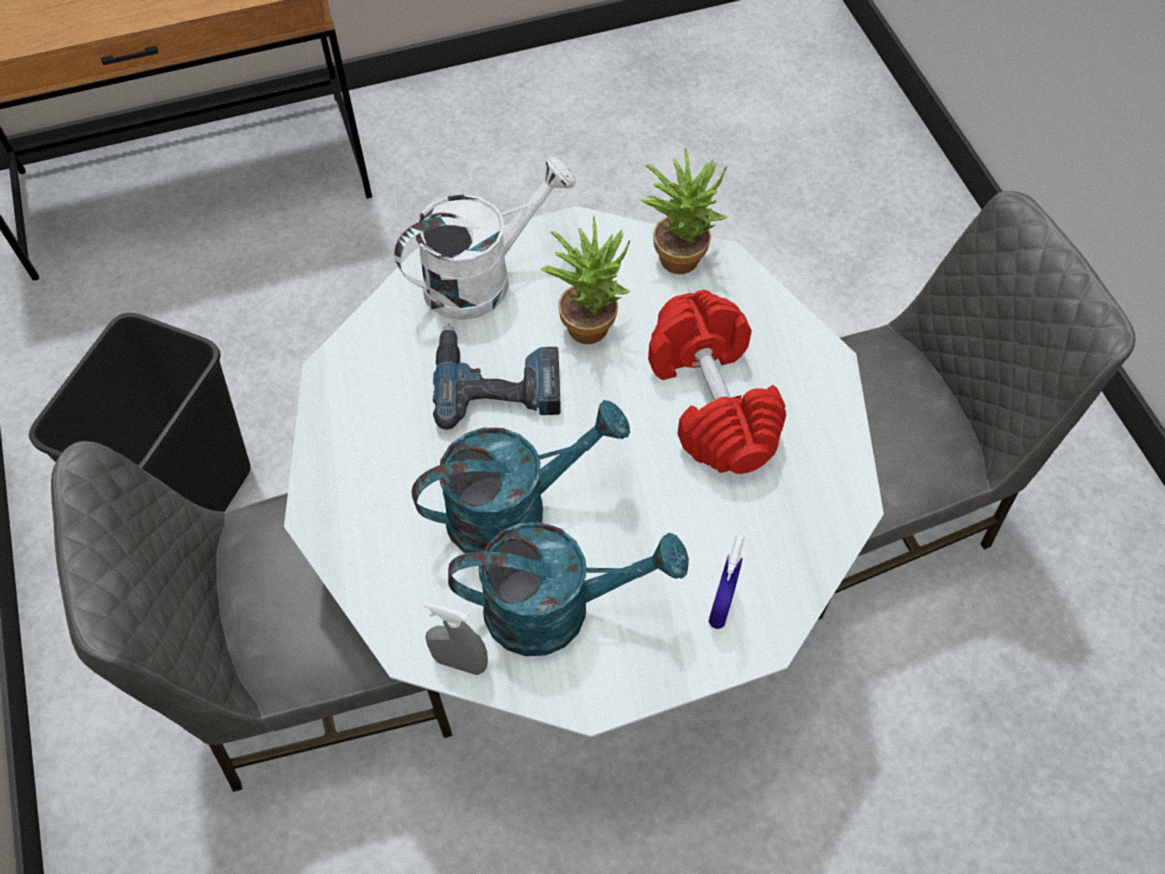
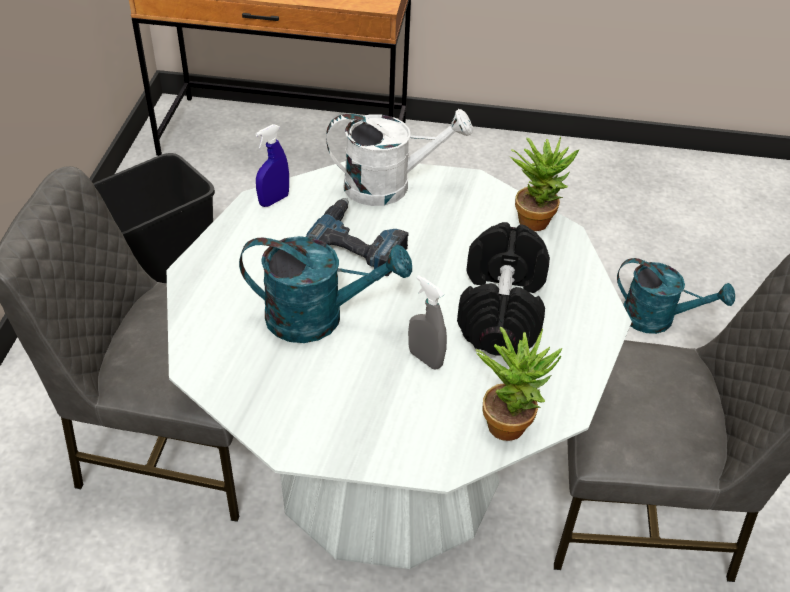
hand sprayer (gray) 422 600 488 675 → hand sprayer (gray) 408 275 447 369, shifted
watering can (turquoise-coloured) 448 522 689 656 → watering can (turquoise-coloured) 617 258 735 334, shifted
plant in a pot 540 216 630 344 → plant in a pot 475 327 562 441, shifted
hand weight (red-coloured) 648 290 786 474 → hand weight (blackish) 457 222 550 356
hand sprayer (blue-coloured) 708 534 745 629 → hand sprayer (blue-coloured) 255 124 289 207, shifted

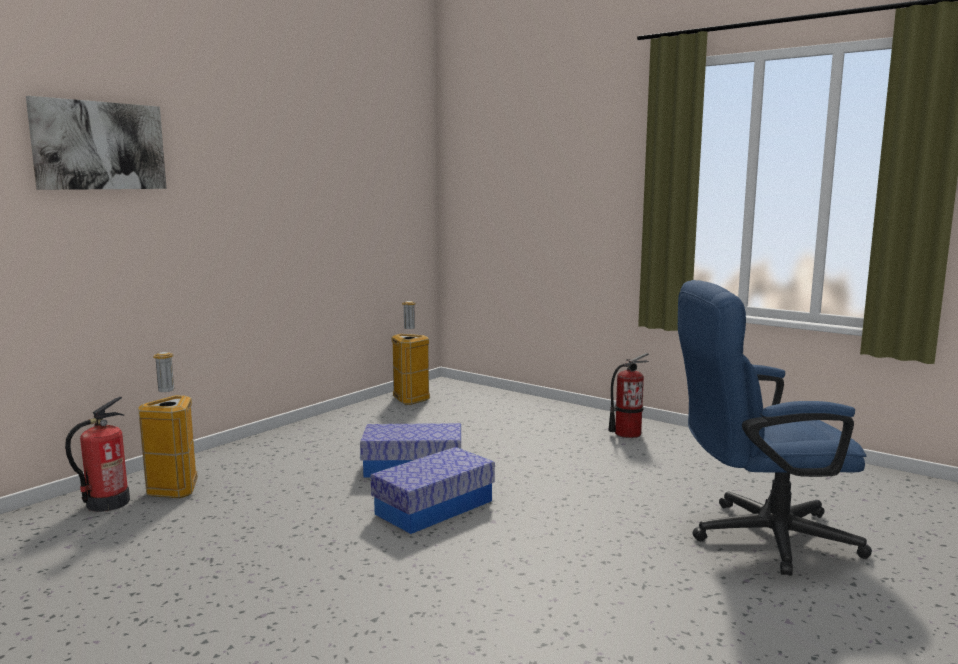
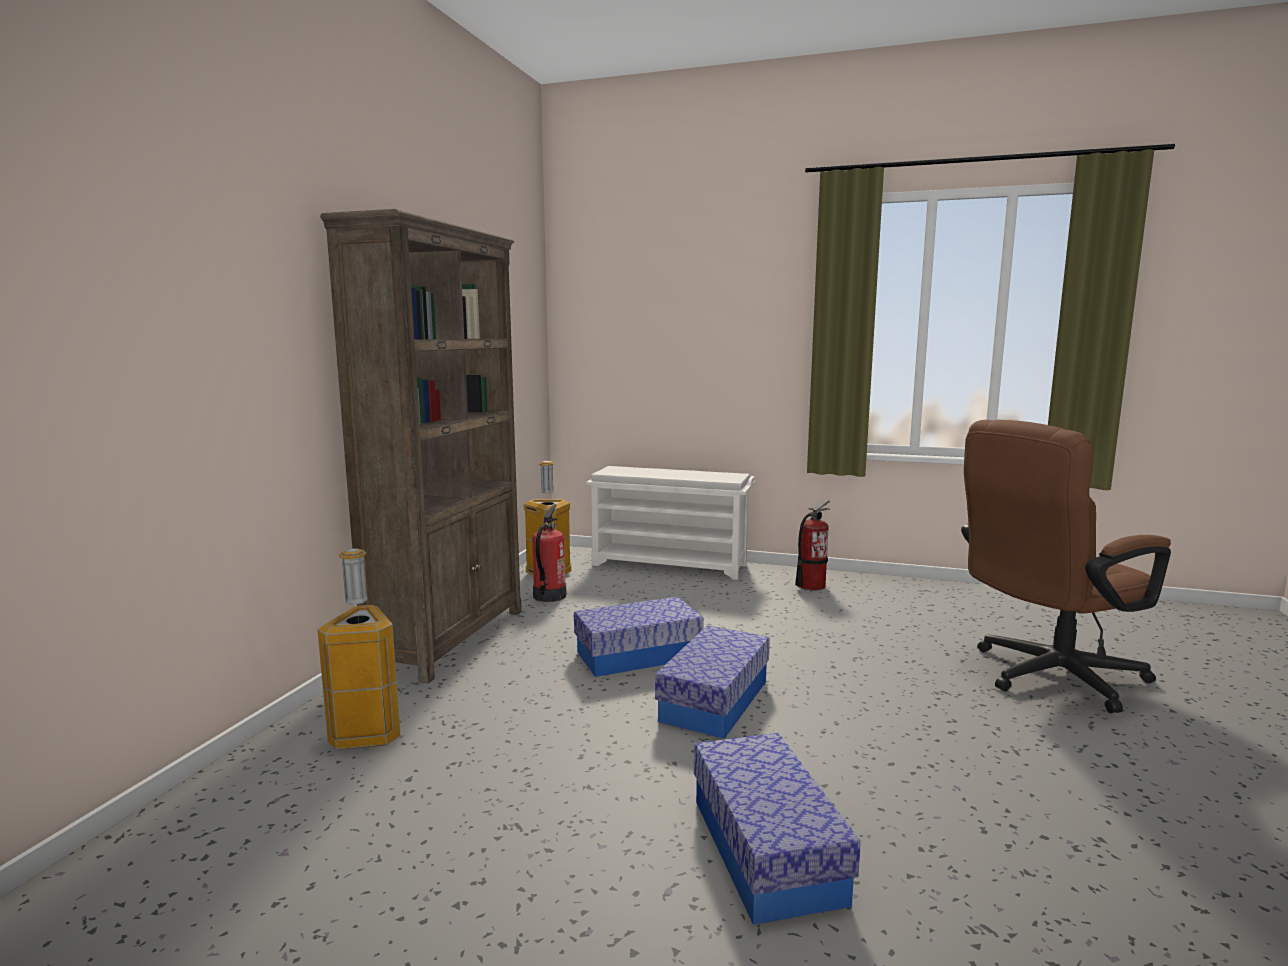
picture 26 96 167 190 → -
fire extinguisher 65 397 130 512 → fire extinguisher 532 504 566 602, shifted
desk chair (blue-coloured) 678 280 872 576 → desk chair (brownish) 961 420 1171 713
- → shelving unit (brownish) 320 209 522 684
- → shoe rack (white-coloured) 586 466 755 580
- → storage container 694 733 861 925

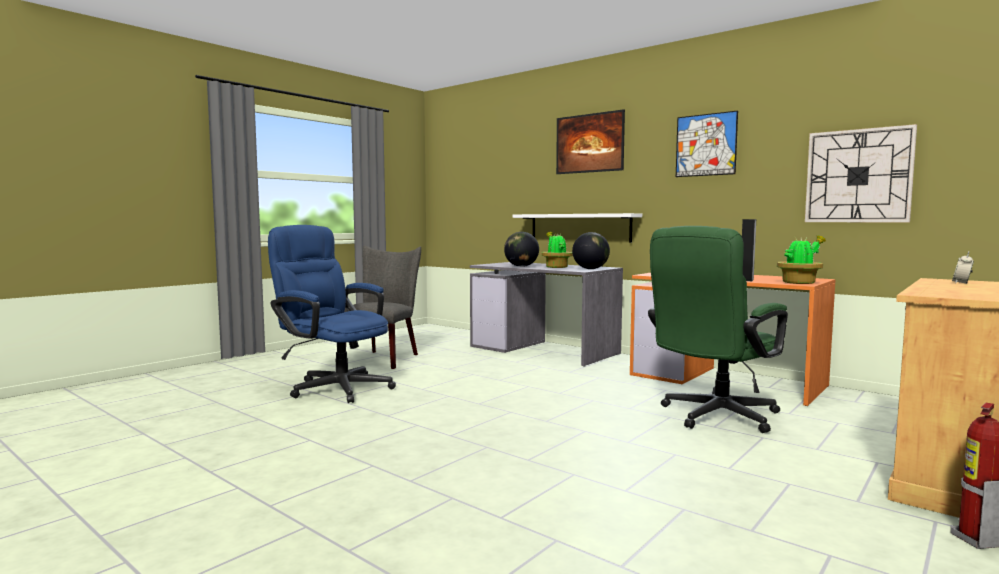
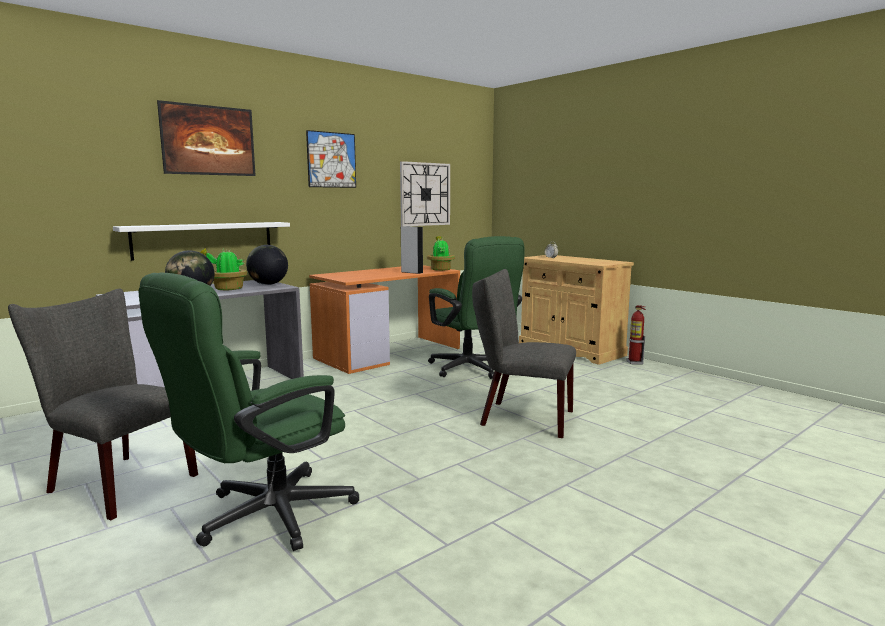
desk chair (blue-coloured) 268 225 396 403 → desk chair (greenish) 139 272 359 551
- → upright chair (gray) 472 269 576 438

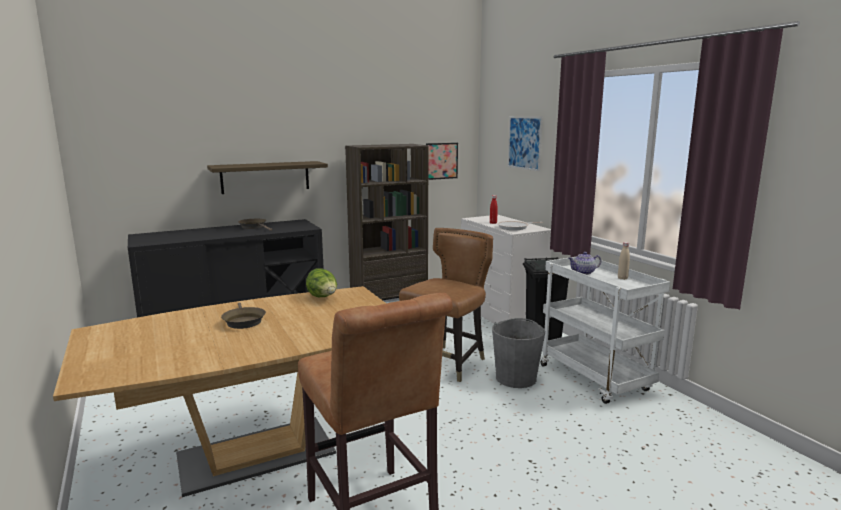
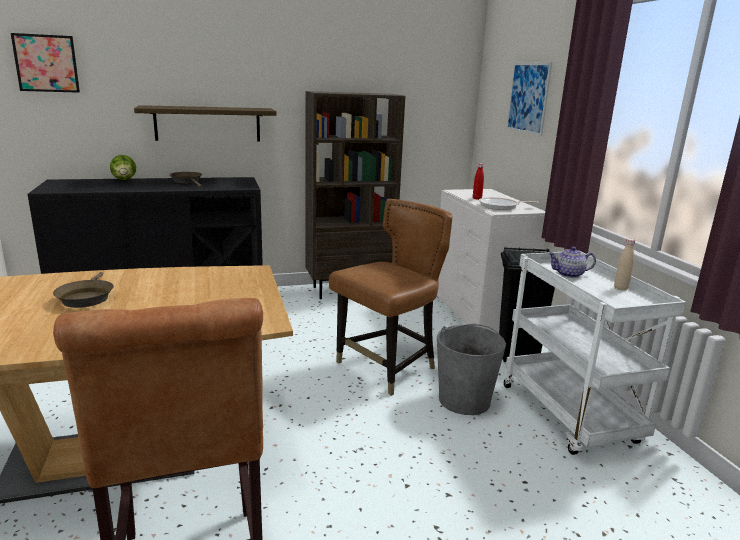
head of lettuce 306 268 337 297 → head of lettuce 110 155 136 180, shifted
picture 426 143 458 180 → picture 11 33 80 93, shifted

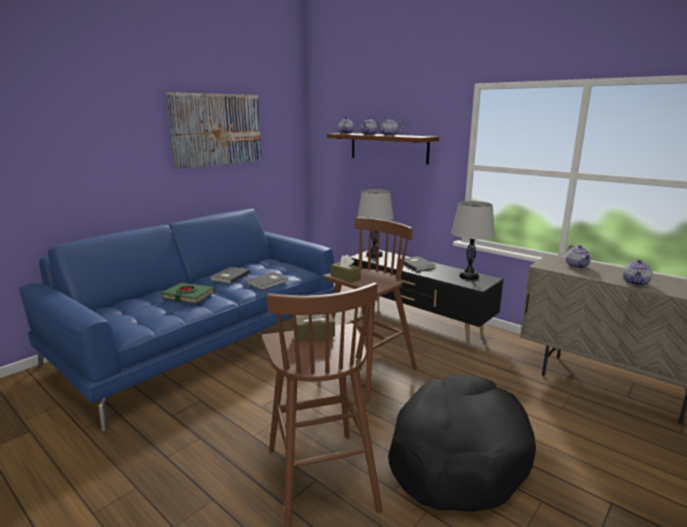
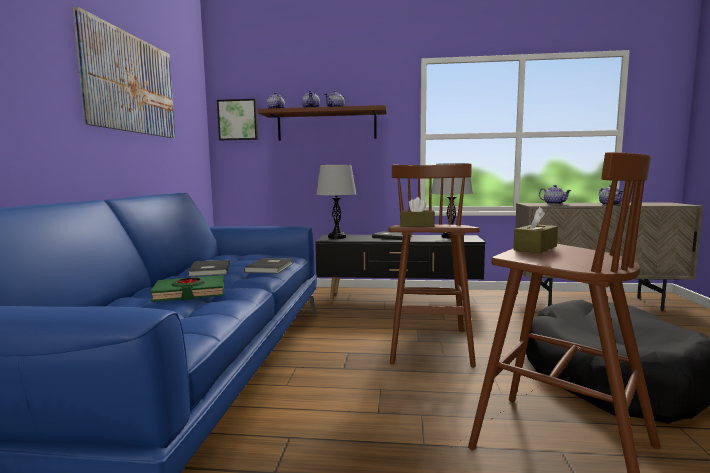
- → picture 217 99 258 140

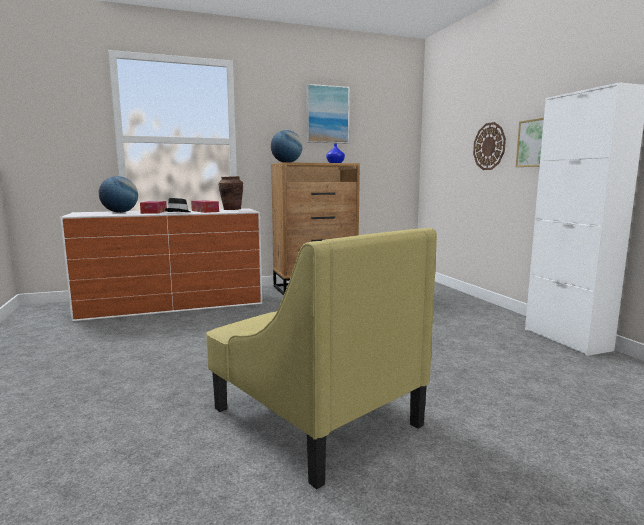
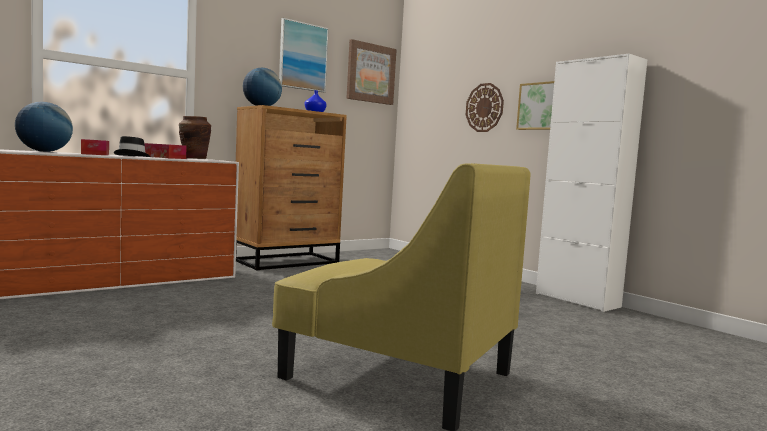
- → picture 346 39 397 105

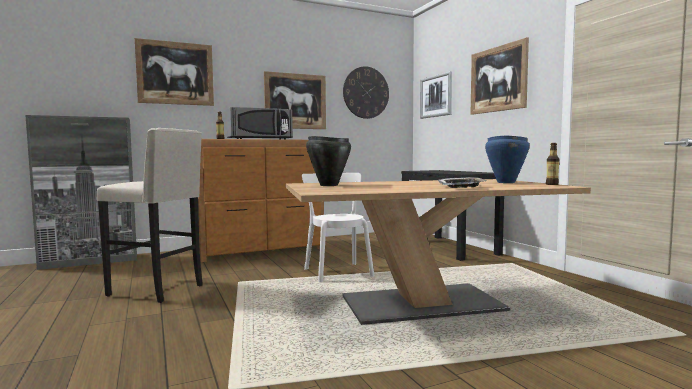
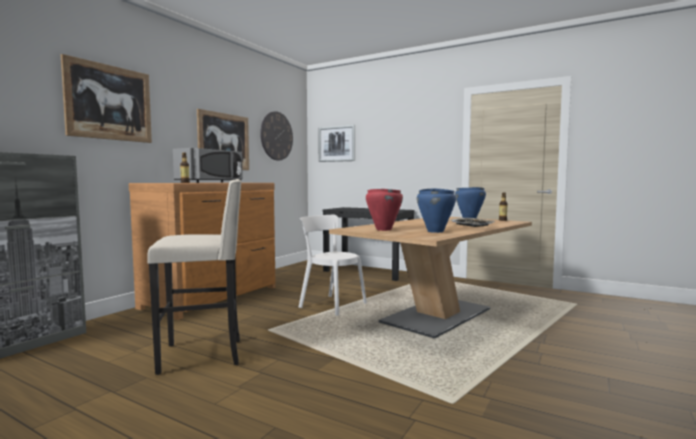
cooking pot (blackish) 306 136 351 186 → cooking pot (red-coloured) 366 189 403 231
picture 471 37 529 115 → -
- → cooking pot (blue-coloured) 417 188 456 233

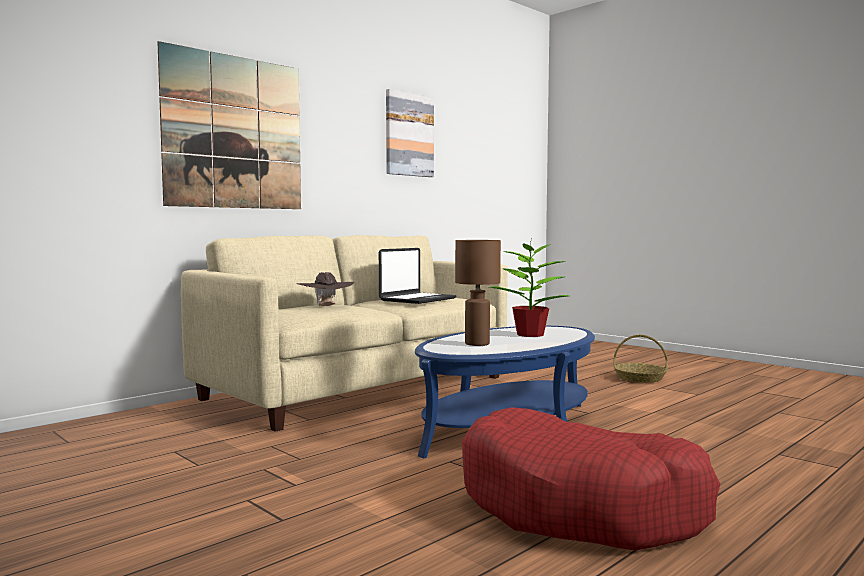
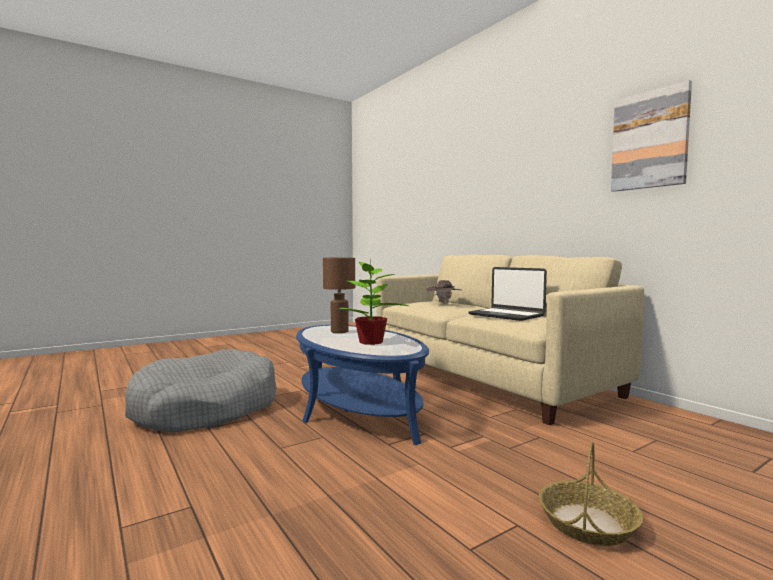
picture 157 41 301 209 → -
pet bed (red-coloured) 462 407 720 550 → pet bed (gray) 125 349 277 432

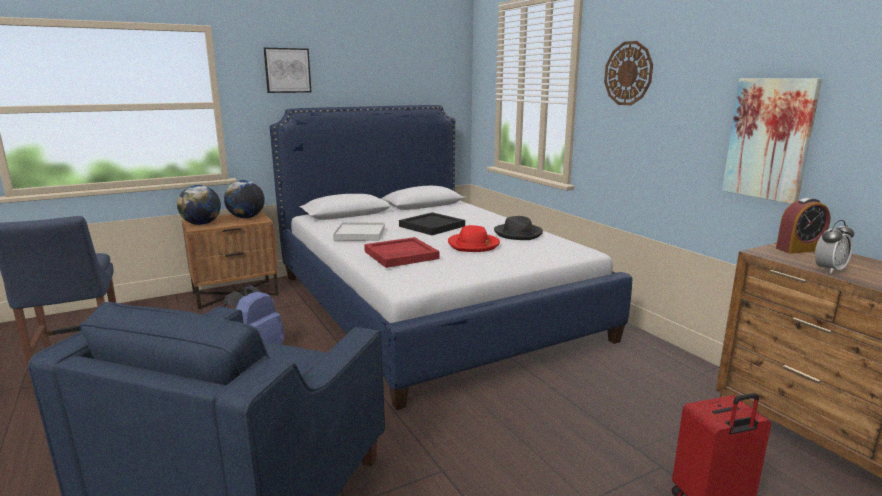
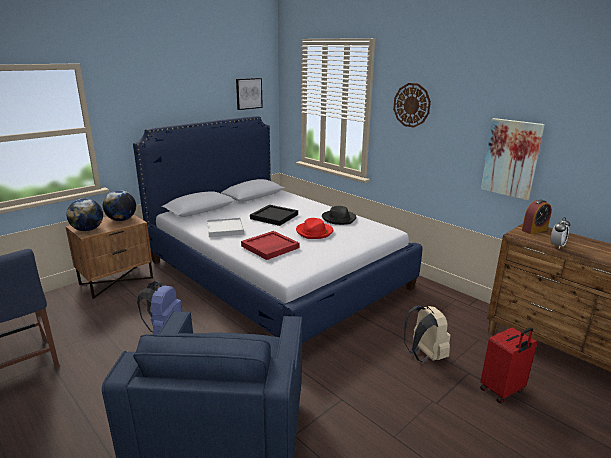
picture 264 48 311 93 → picture 236 78 263 110, shifted
- → backpack (sand-coloured) 404 306 450 362

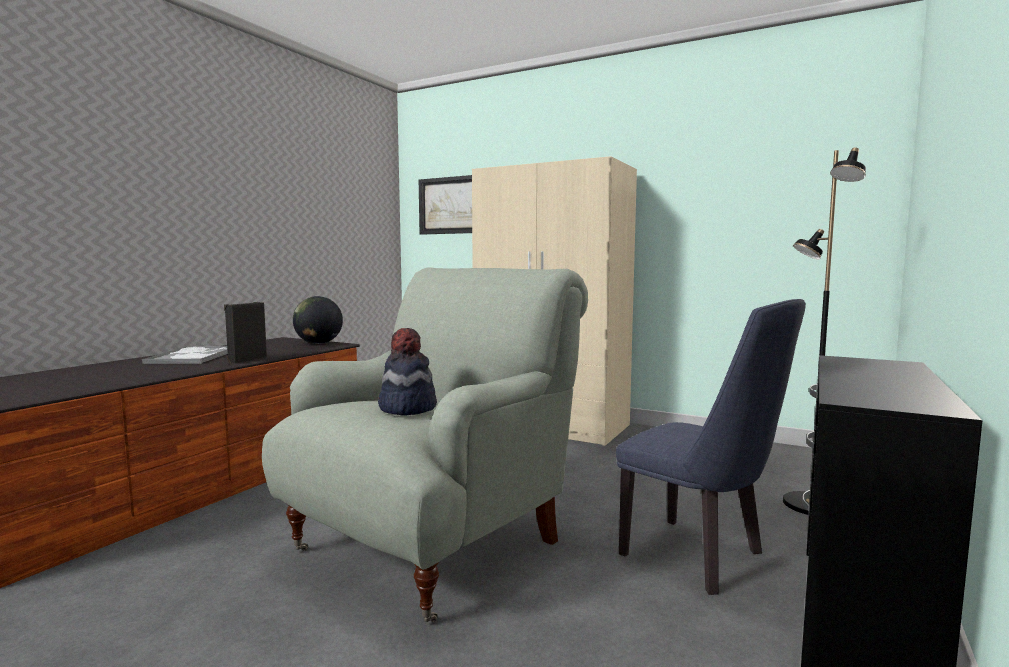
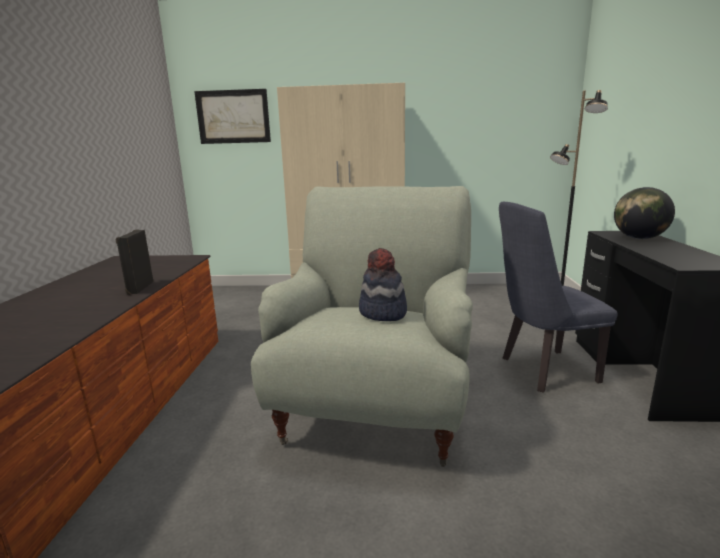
carrying tray 142 346 228 364 → -
globe 293 296 343 344 → globe 614 187 675 239, shifted
upright chair (blue-coloured) 616 299 806 595 → upright chair (blue-coloured) 499 202 618 393, 150 degrees clockwise

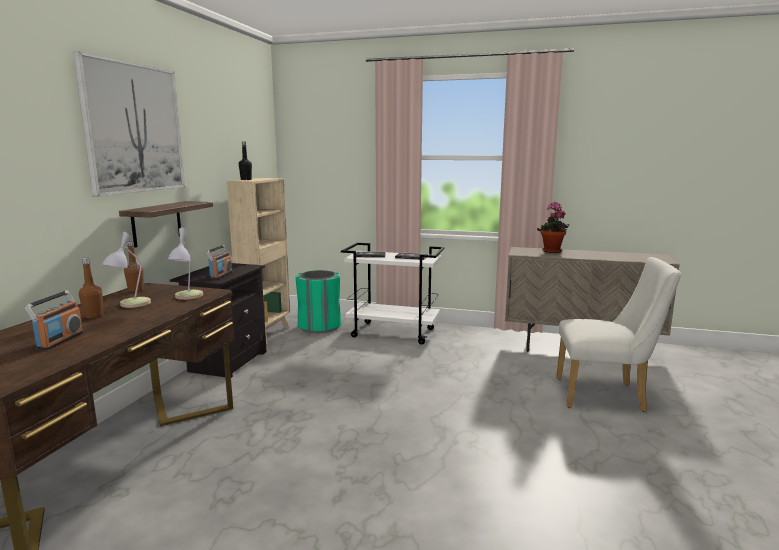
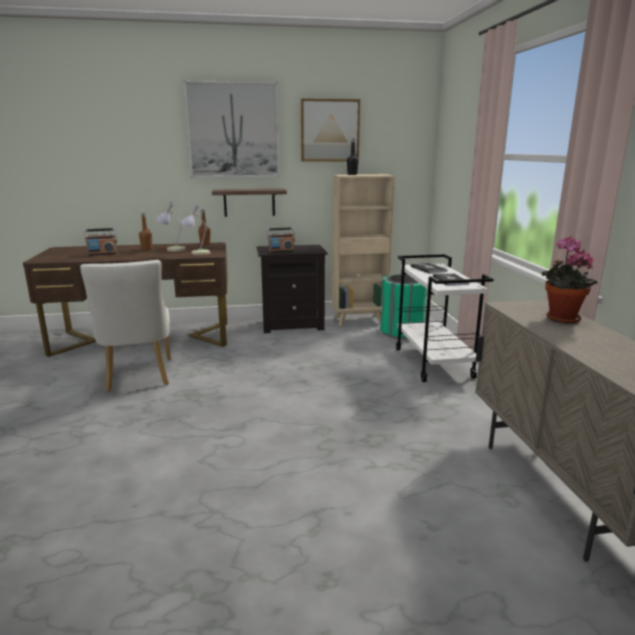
upright chair (white-coloured) 556 257 681 412 → upright chair (white-coloured) 80 260 171 392, shifted
- → picture 301 98 360 162

